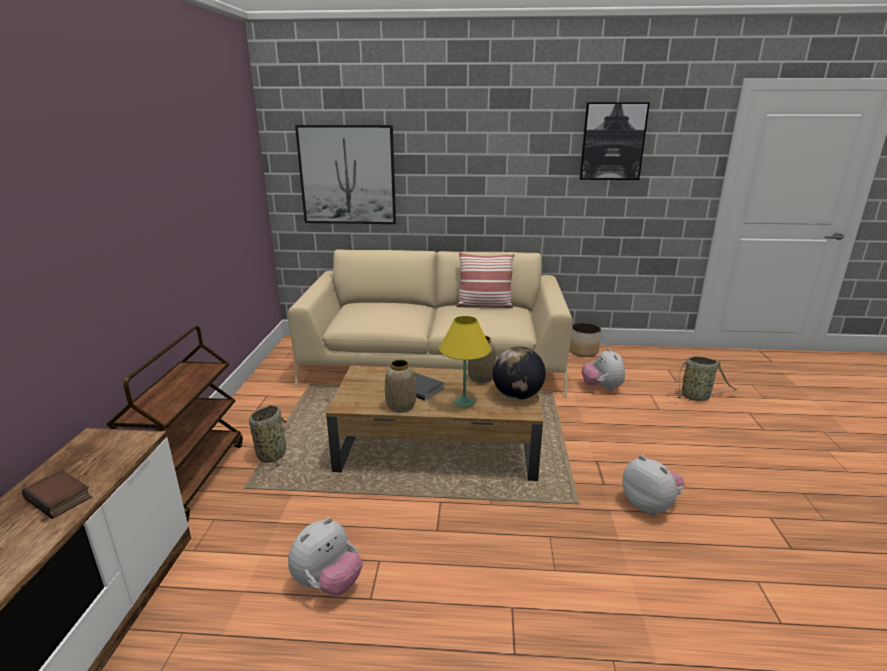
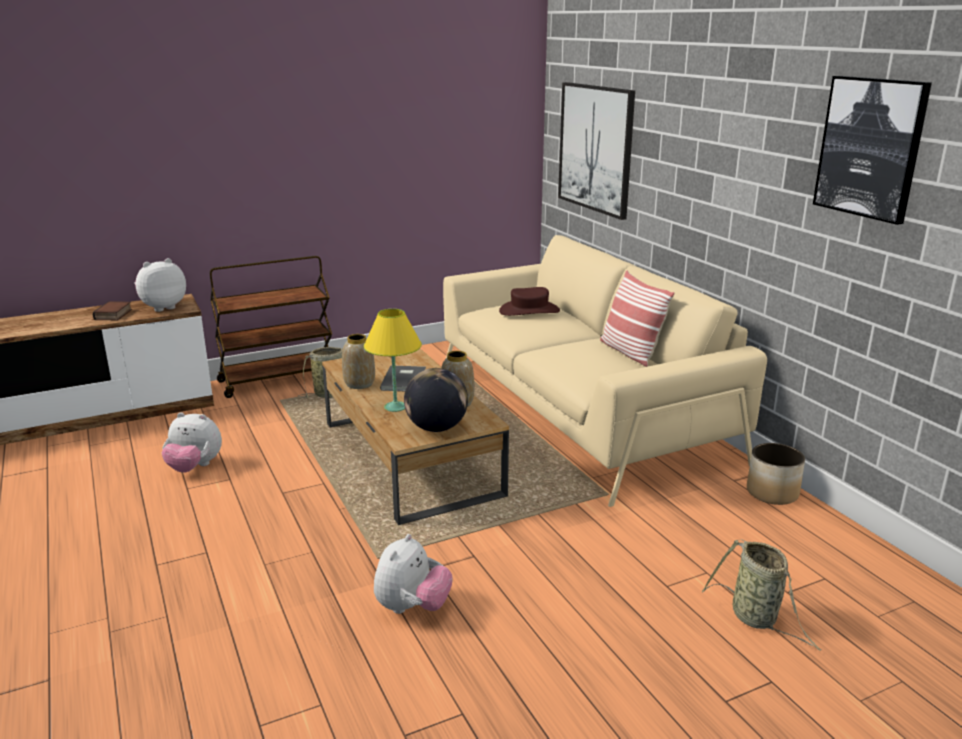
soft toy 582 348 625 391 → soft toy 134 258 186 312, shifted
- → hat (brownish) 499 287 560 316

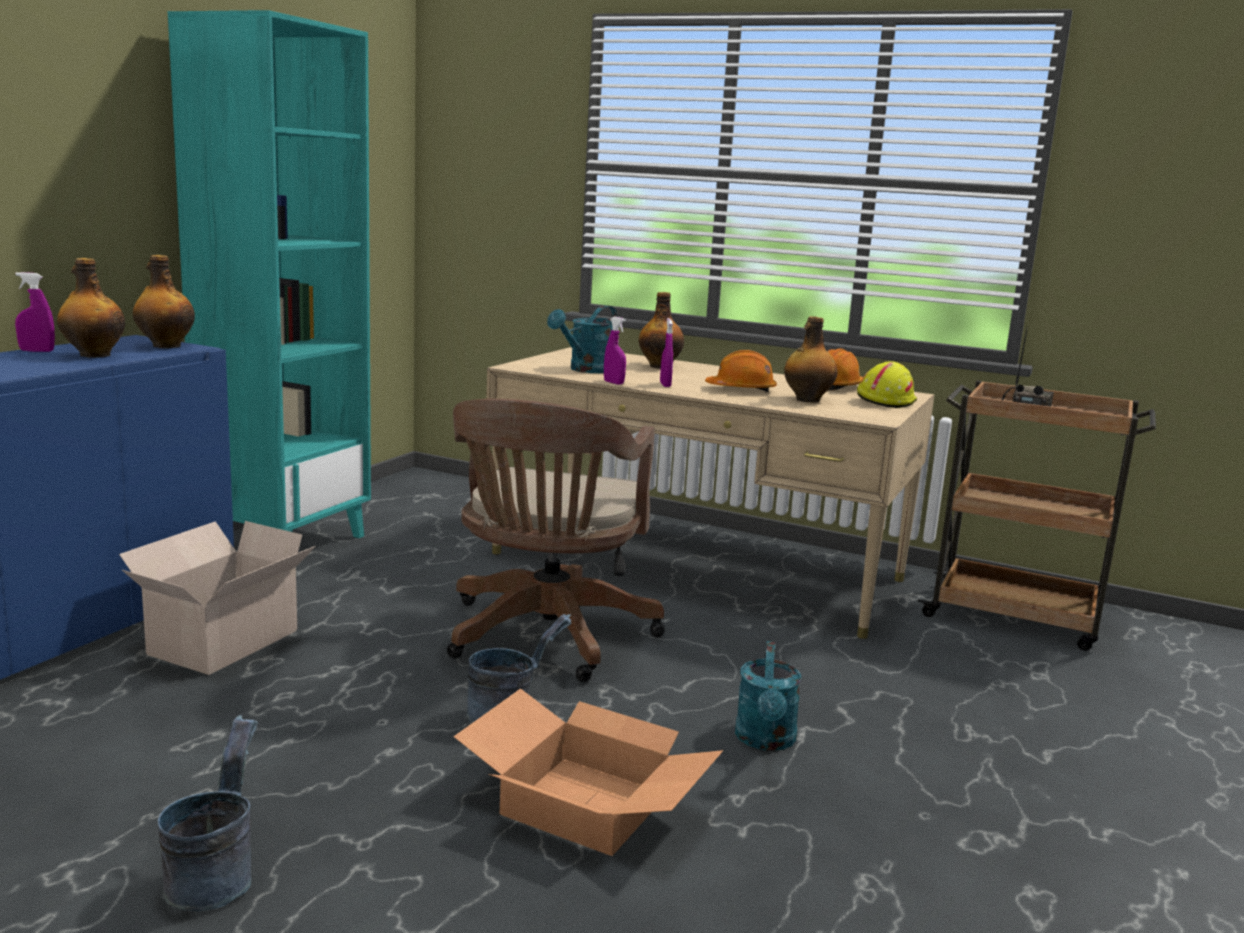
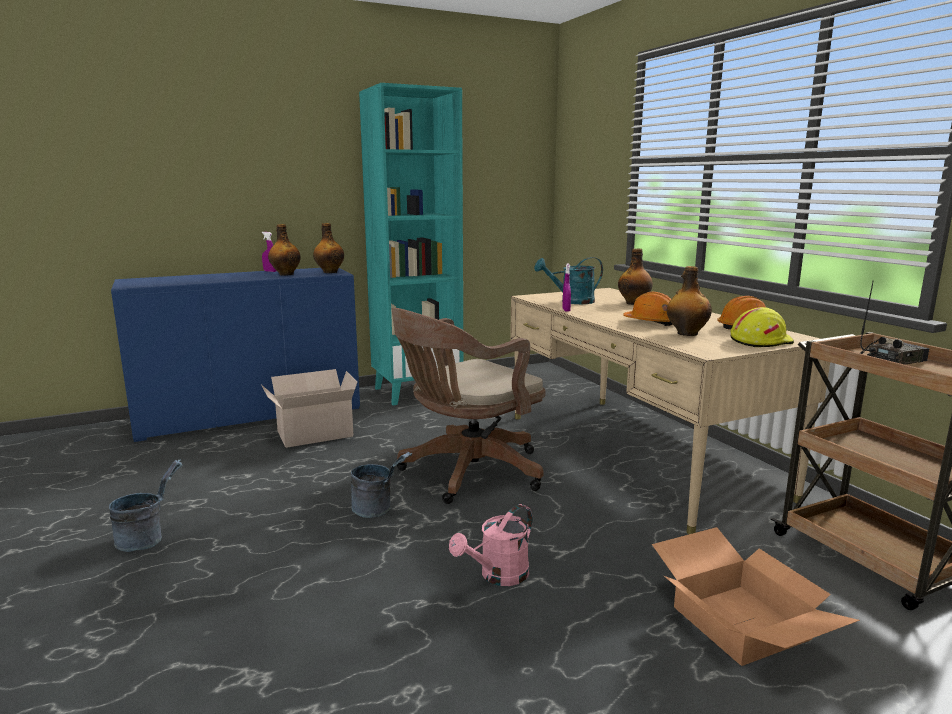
carton 454 688 723 856 → carton 652 527 860 666, shifted
hand sprayer (purple-coloured) 660 318 673 387 → -
watering can (turquoise-coloured) 735 641 801 751 → watering can (pink-coloured) 449 504 533 586

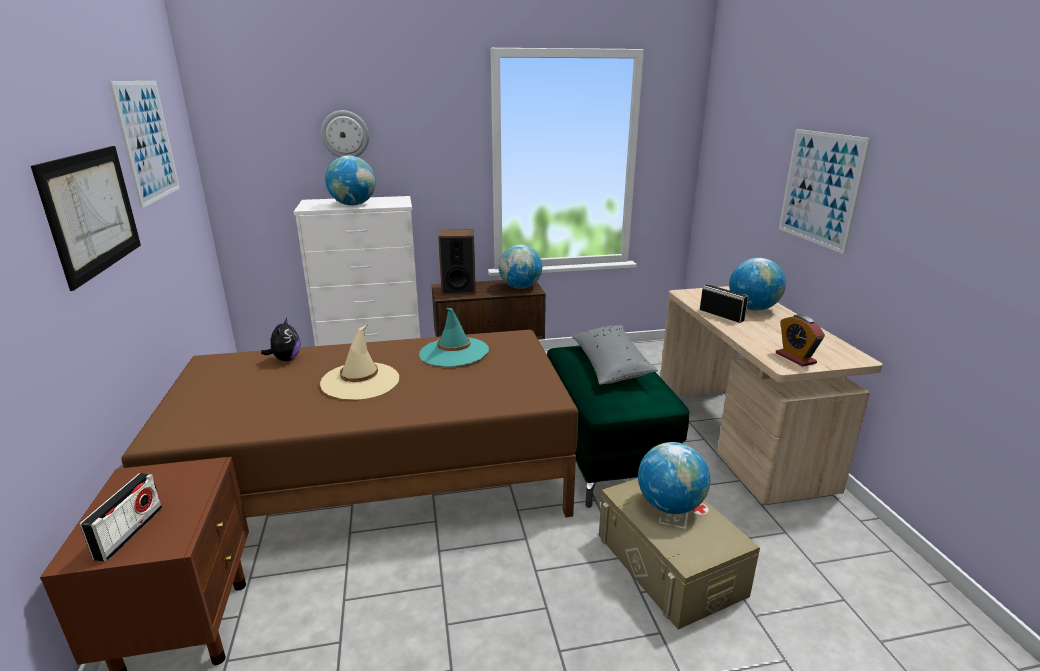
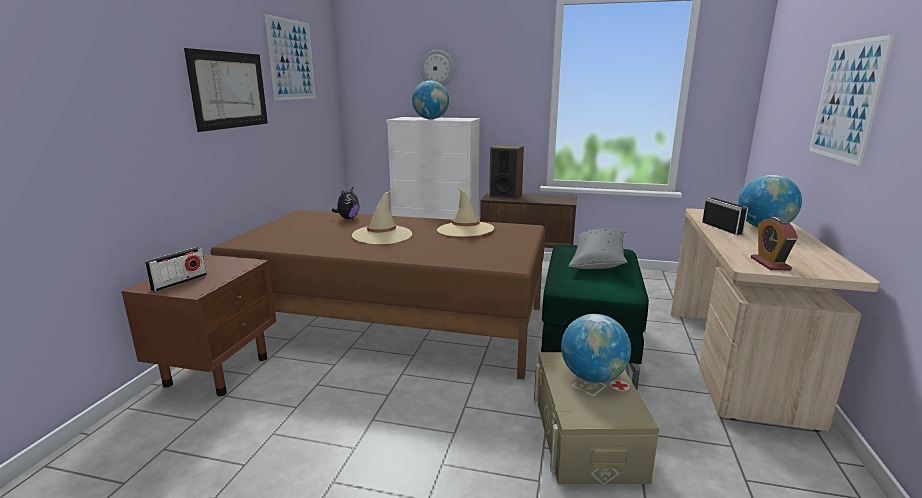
hat (turquoise-coloured) 419 308 489 367 → hat (sand-coloured) 437 189 494 237
globe 499 245 542 289 → -

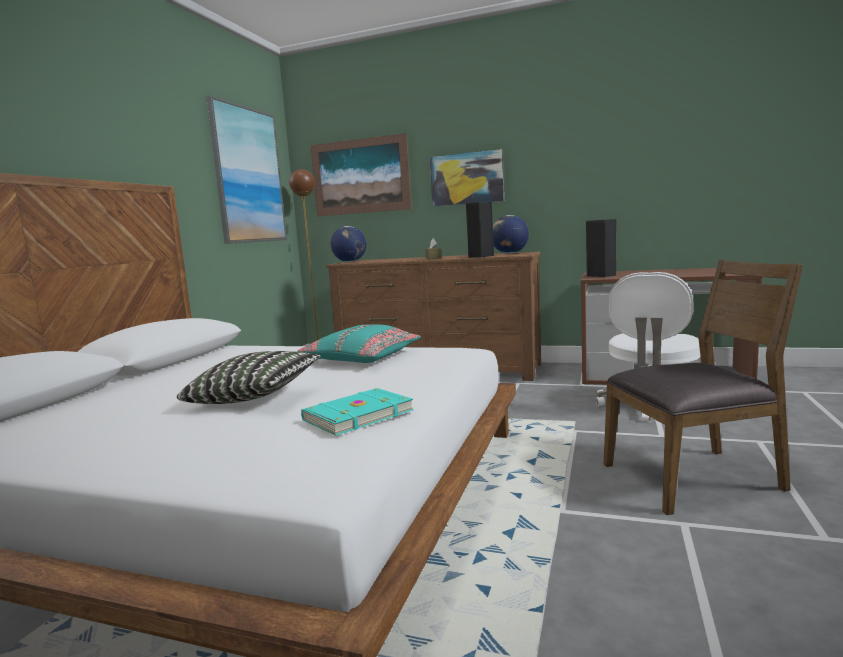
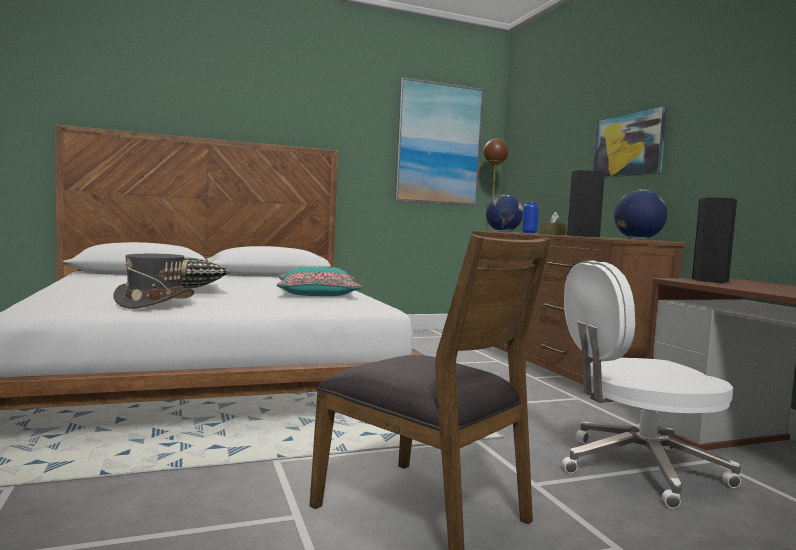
bound book (turquoise-coloured) 301 388 414 436 → hat (gray) 113 254 194 309
picture 311 133 412 216 → -
- → vase (blue-coloured) 522 203 539 233

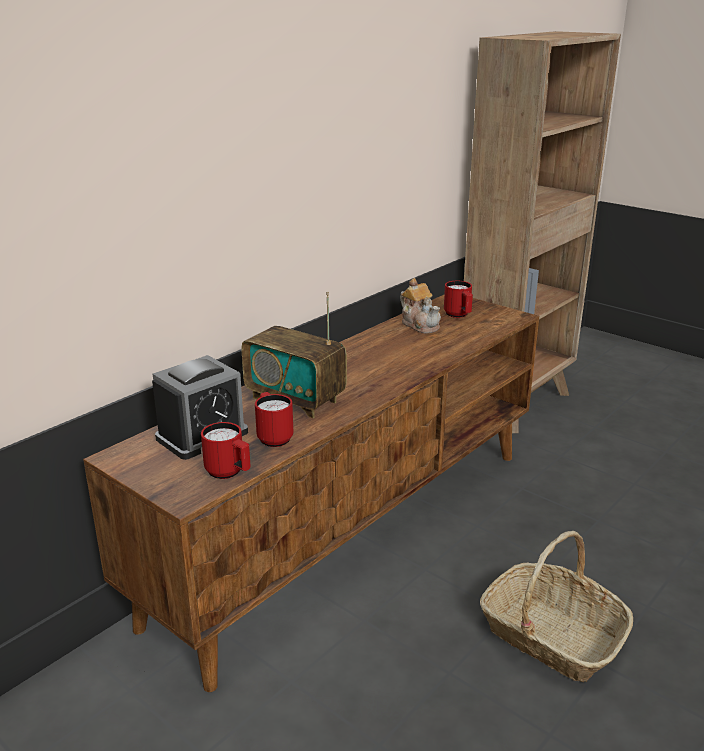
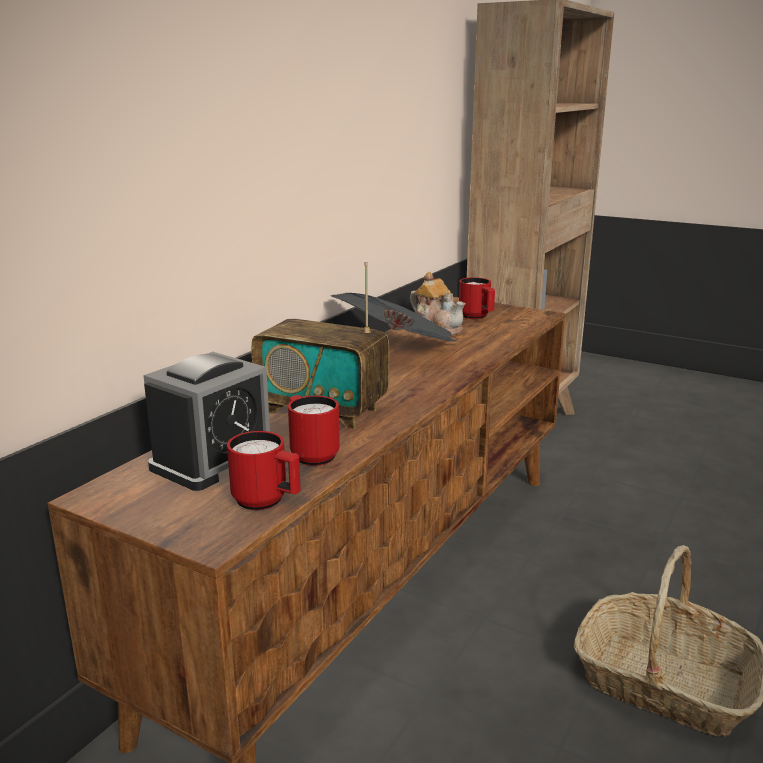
- → newspaper 331 293 458 342

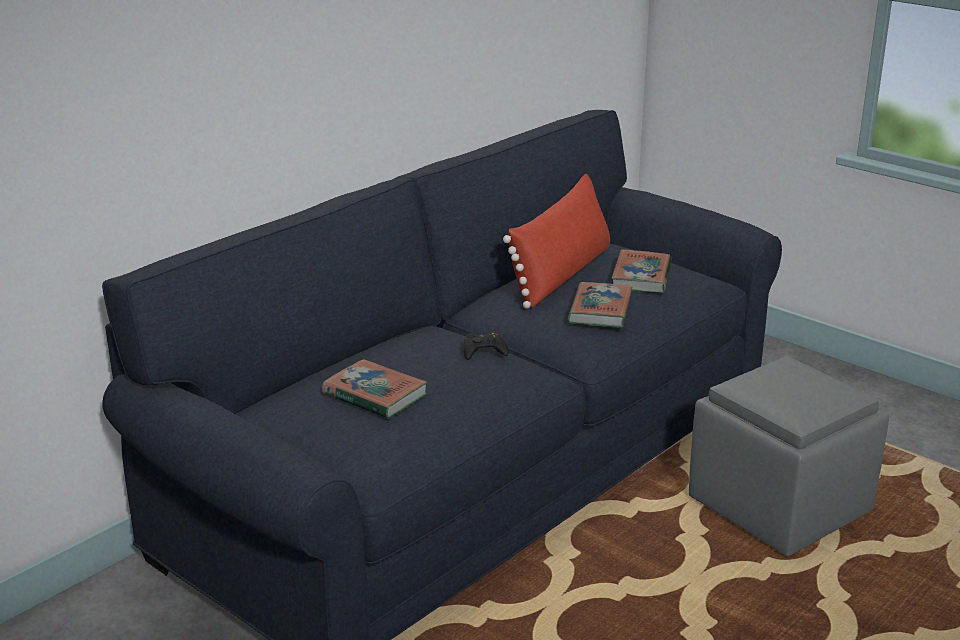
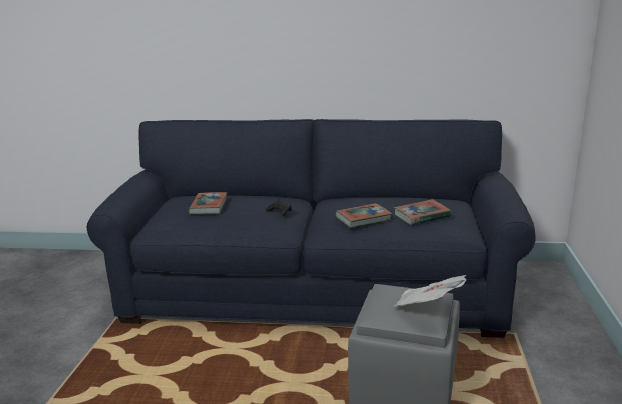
cushion (red-coloured) 503 174 610 309 → -
- → newspaper 393 275 466 307

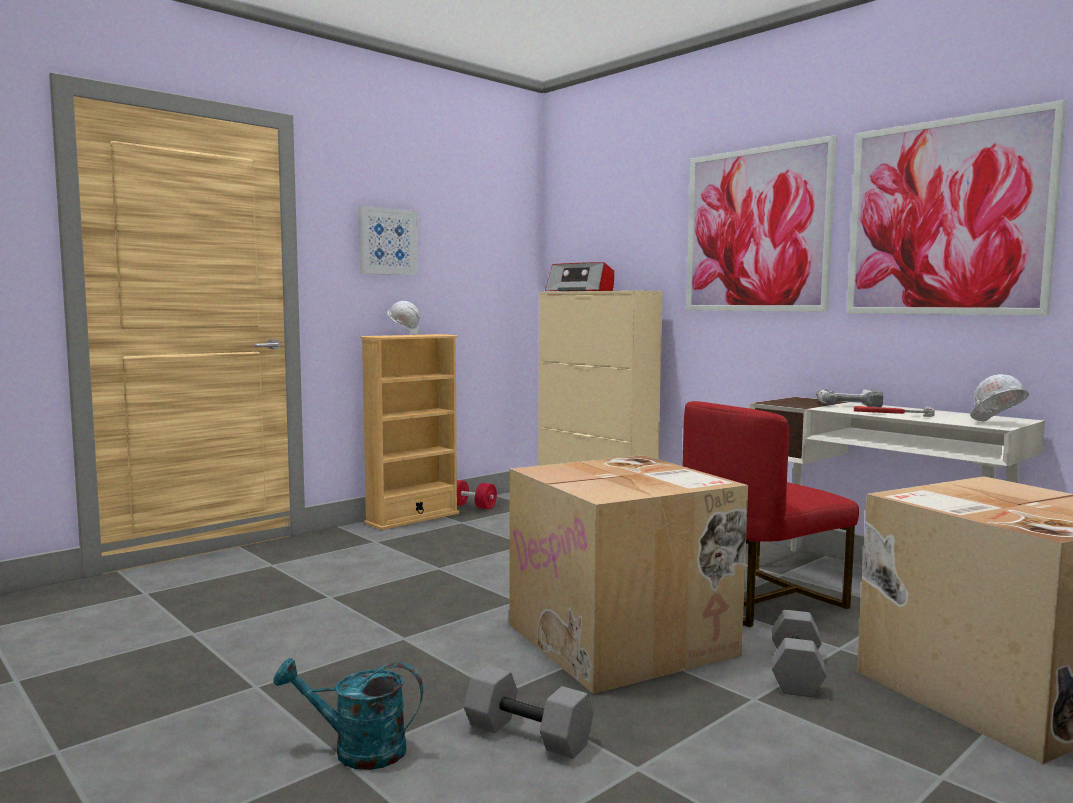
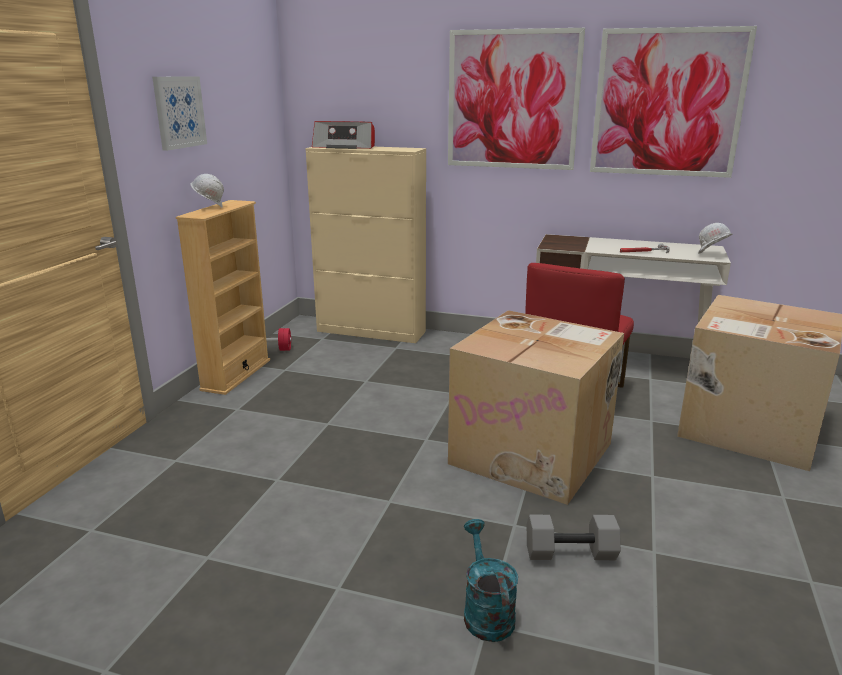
watering can (turquoise-coloured) 273 658 423 770 → watering can (turquoise-coloured) 464 519 518 642, 105 degrees clockwise
hand weight (gray) 772 610 826 697 → -
power drill 816 389 883 407 → -

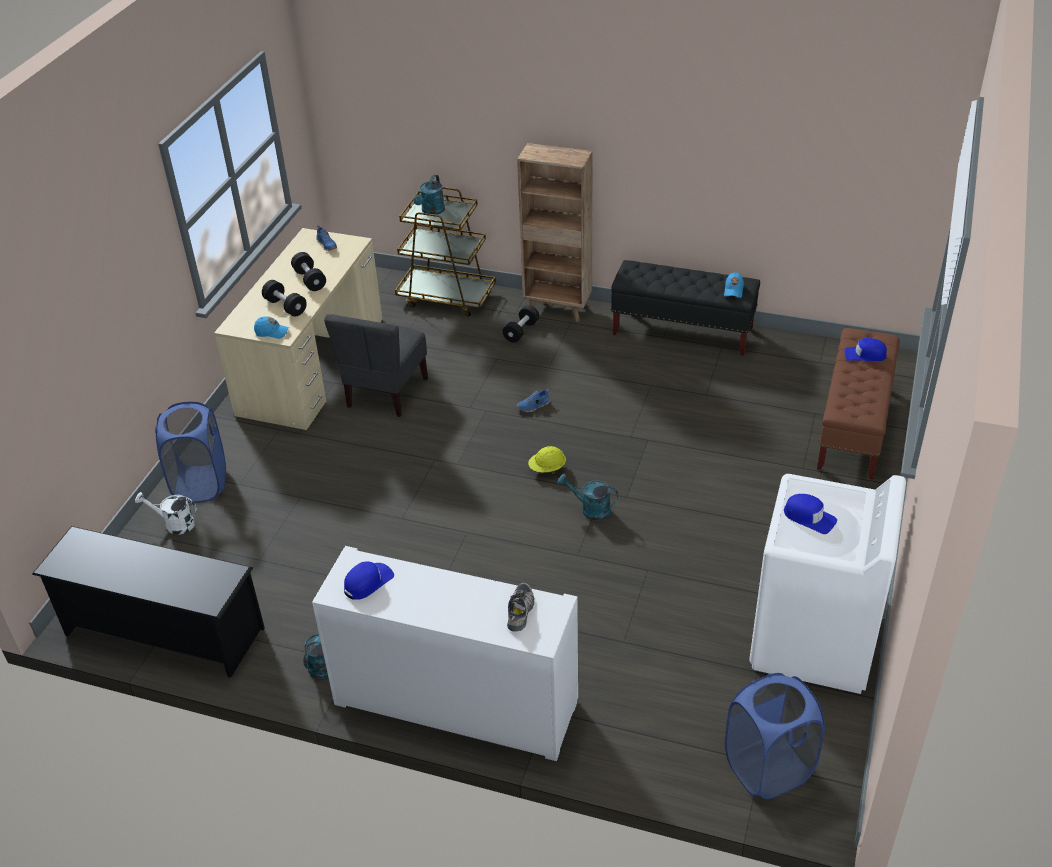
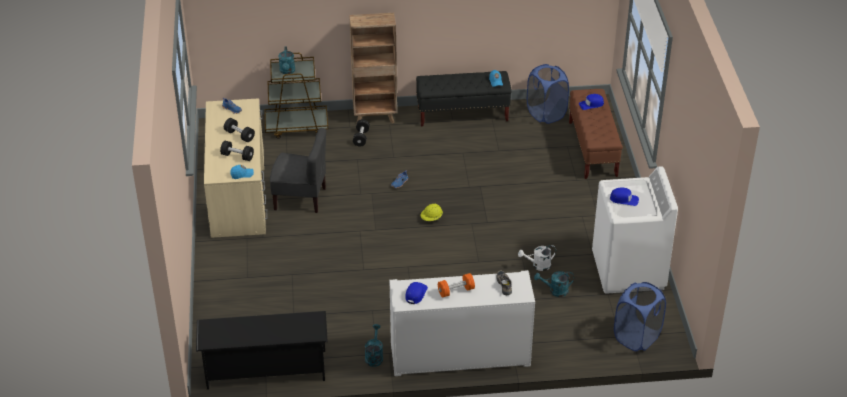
watering can (white-coloured) 135 492 197 535 → watering can (white-coloured) 518 245 556 271, shifted
washing basket (blue-coloured) 155 402 226 503 → washing basket (blue-coloured) 527 64 569 124, shifted
upright chair (gray) 324 314 428 417 → upright chair (gray) 270 128 326 213, 75 degrees counterclockwise
watering can (turquoise-coloured) 558 474 618 521 → watering can (turquoise-coloured) 534 271 574 297, shifted
- → hand weight (orange) 438 273 475 298

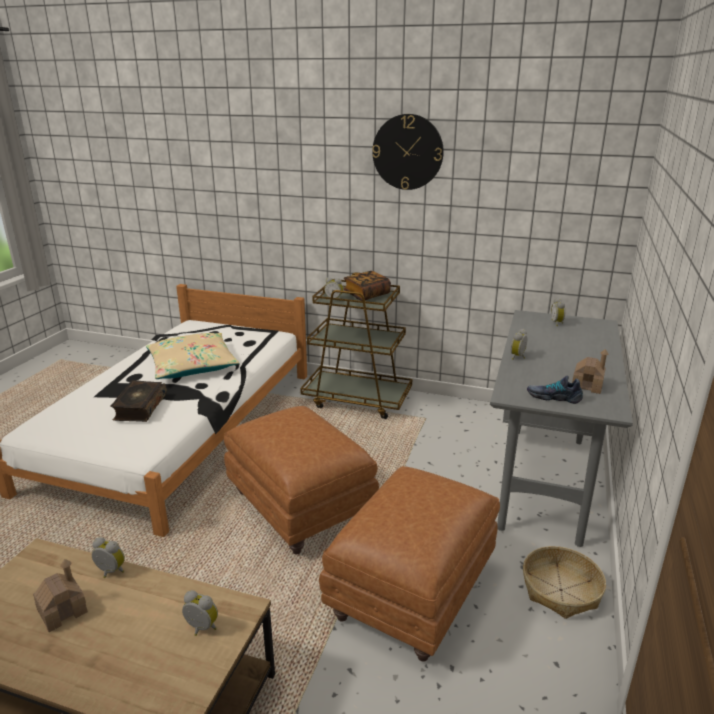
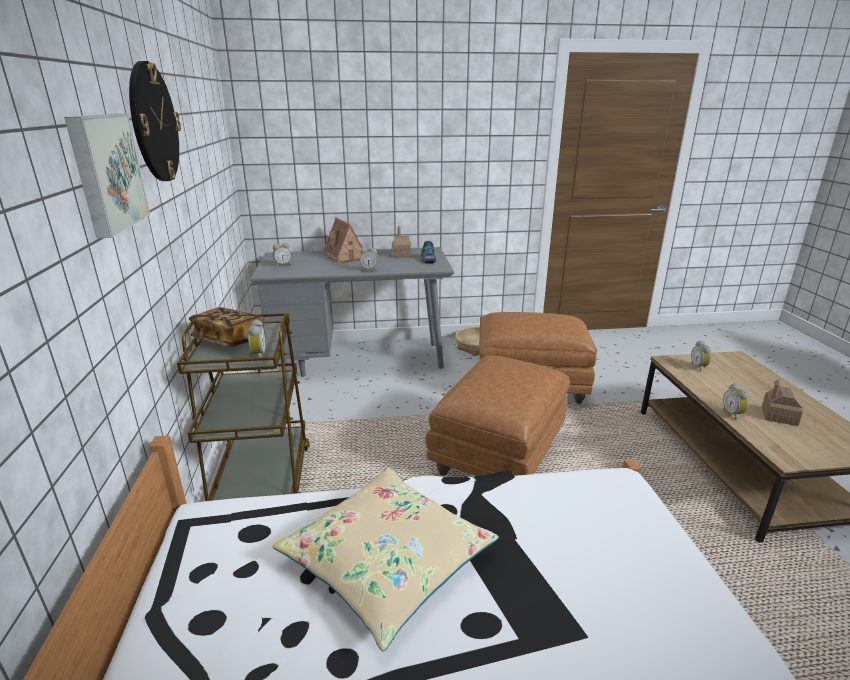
bound book 110 380 167 422 → -
- → picture 64 114 150 238
- → toy house 324 217 363 264

